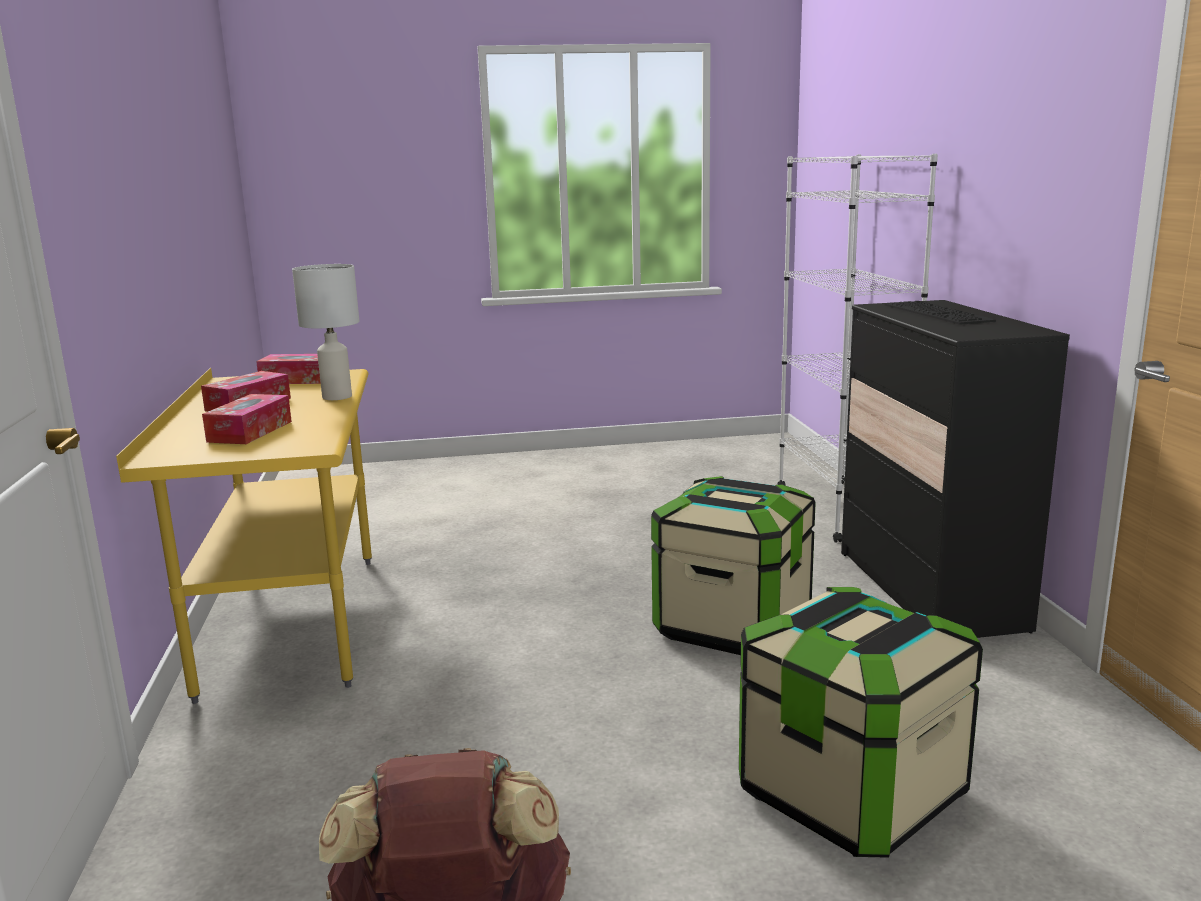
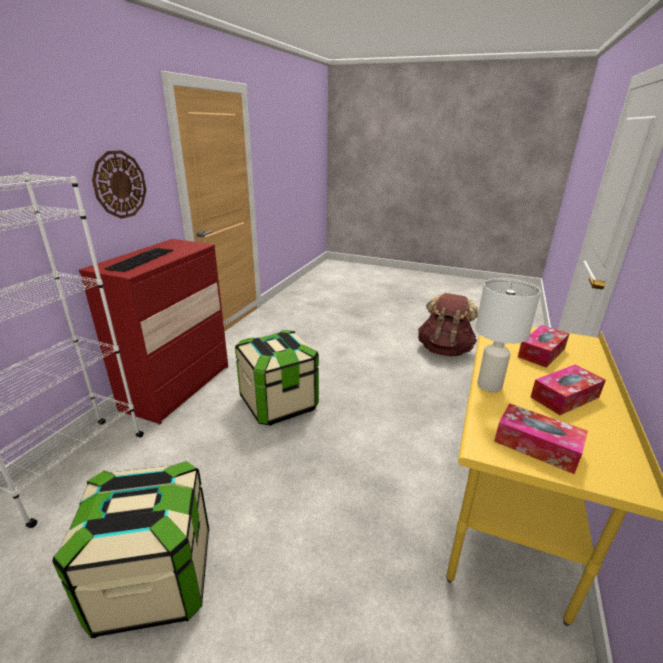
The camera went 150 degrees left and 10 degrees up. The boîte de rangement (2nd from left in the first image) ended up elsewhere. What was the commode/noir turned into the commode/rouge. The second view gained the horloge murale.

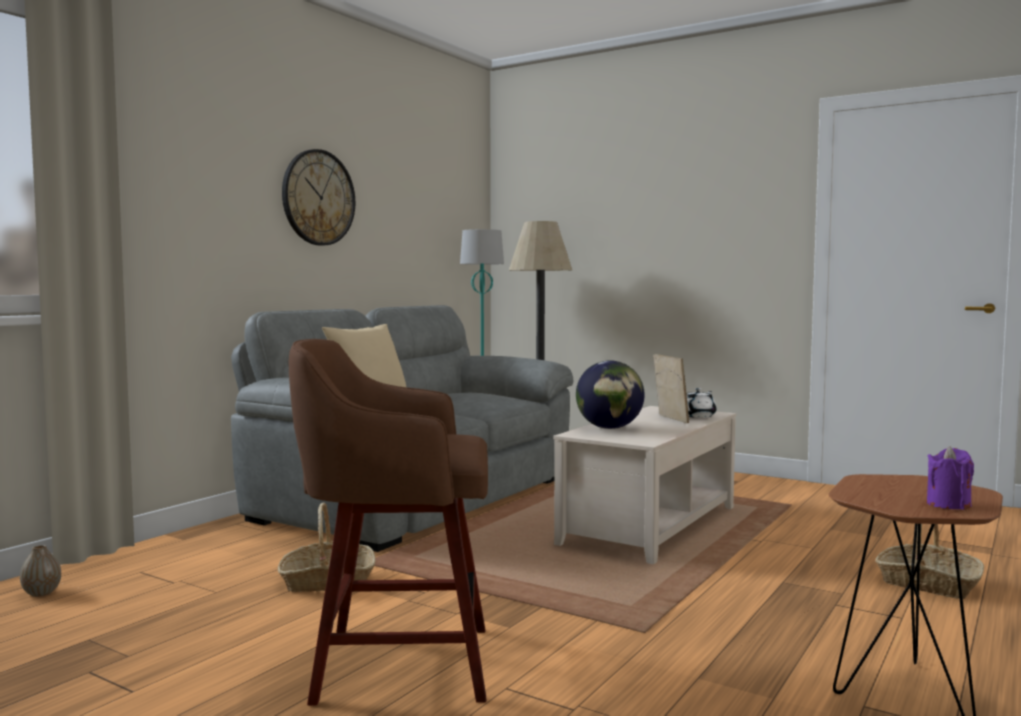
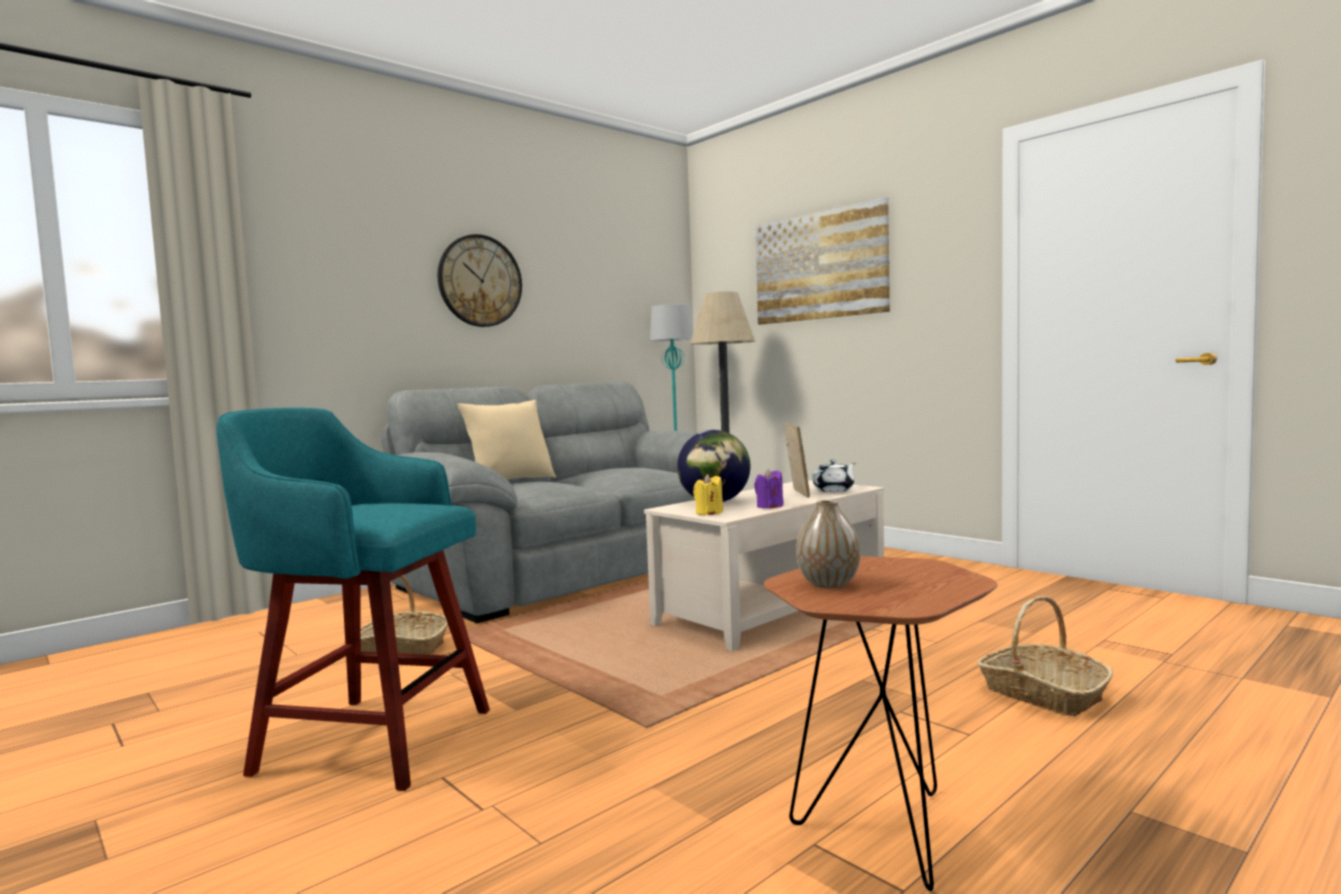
The camera went 15 degrees right and 0 degrees up. What was the tabouret/marron turned into the tabouret/turquoise. The second view gained the bougie/jaune. The bougie/violet ended up elsewhere. The second view gained the tableau. The vase ended up elsewhere.

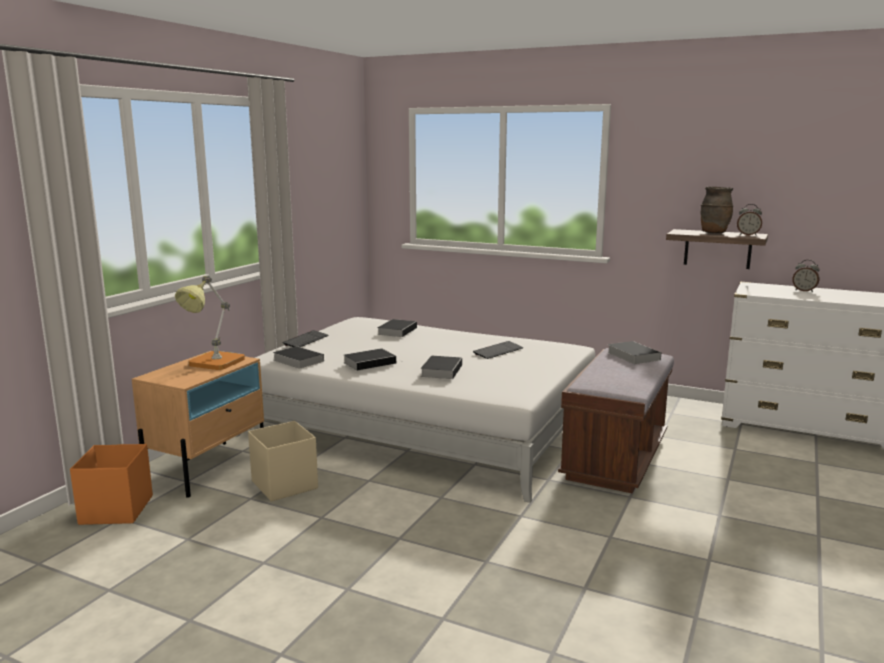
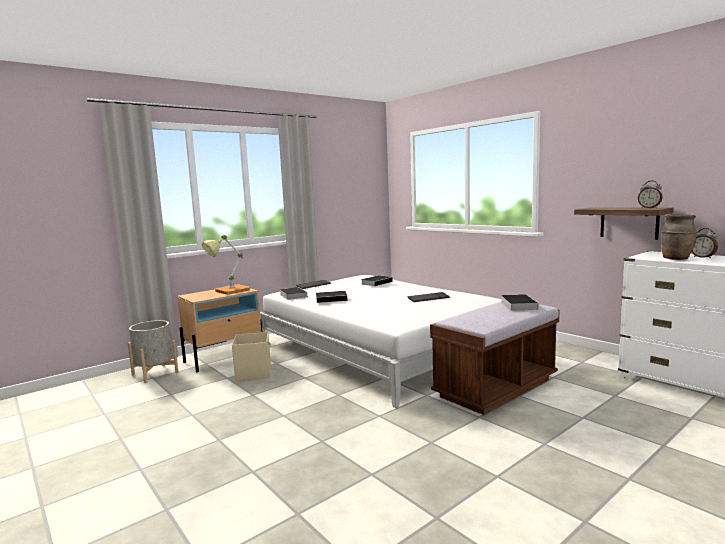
The camera went 25 degrees right and 5 degrees down. Where the boîte de rangement/orange stood, the cache-pot/gris came to stand. The vase/marron ended up elsewhere. The second view lost the livre (4th from left).

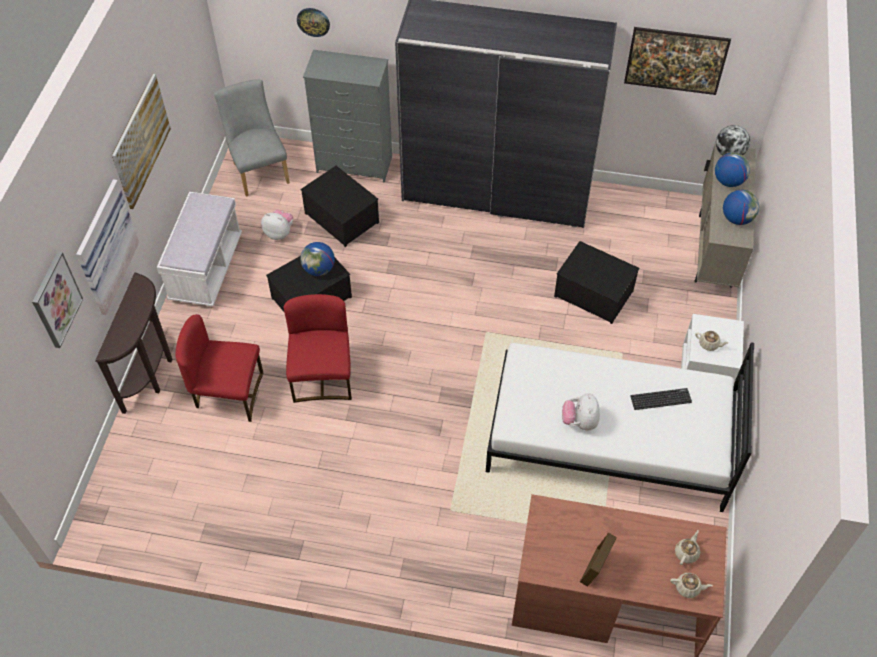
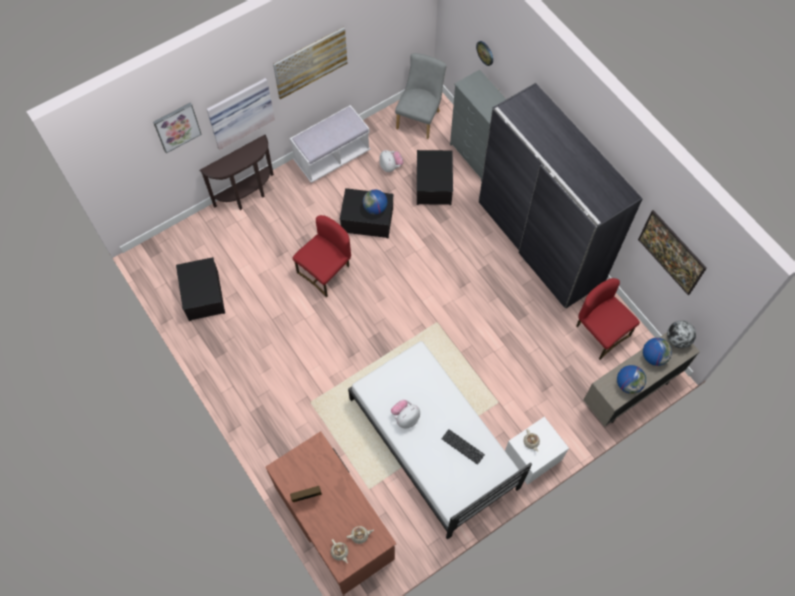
The camera went 45 degrees right and 10 degrees up. The boîte de rangement (3rd from left in the first image) ended up elsewhere. The chaise/rouge (1st from left in the first image) ended up elsewhere.

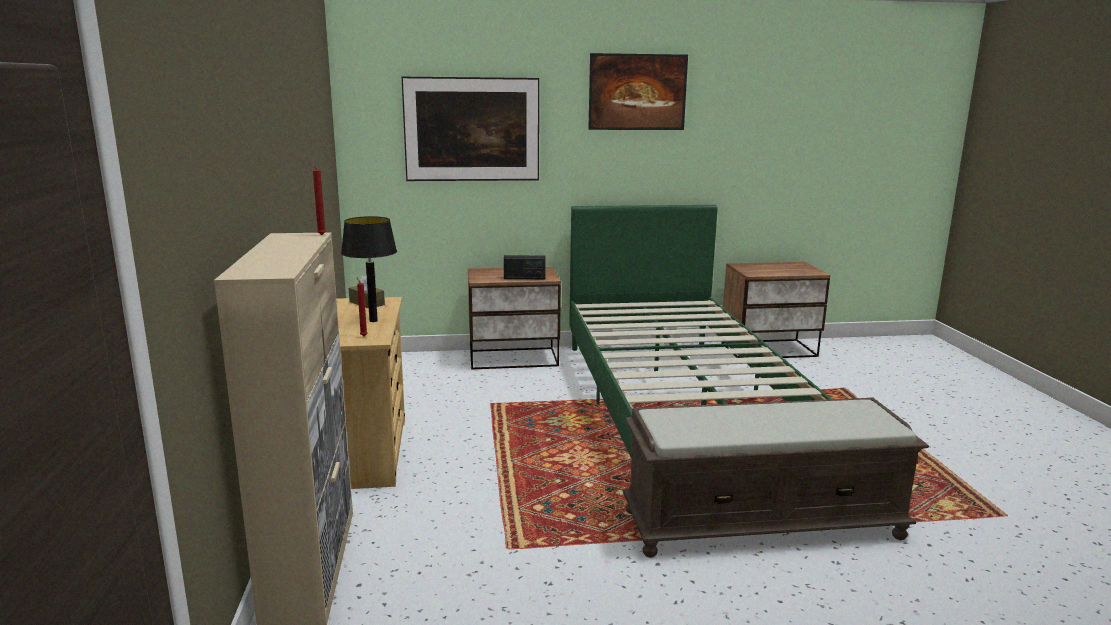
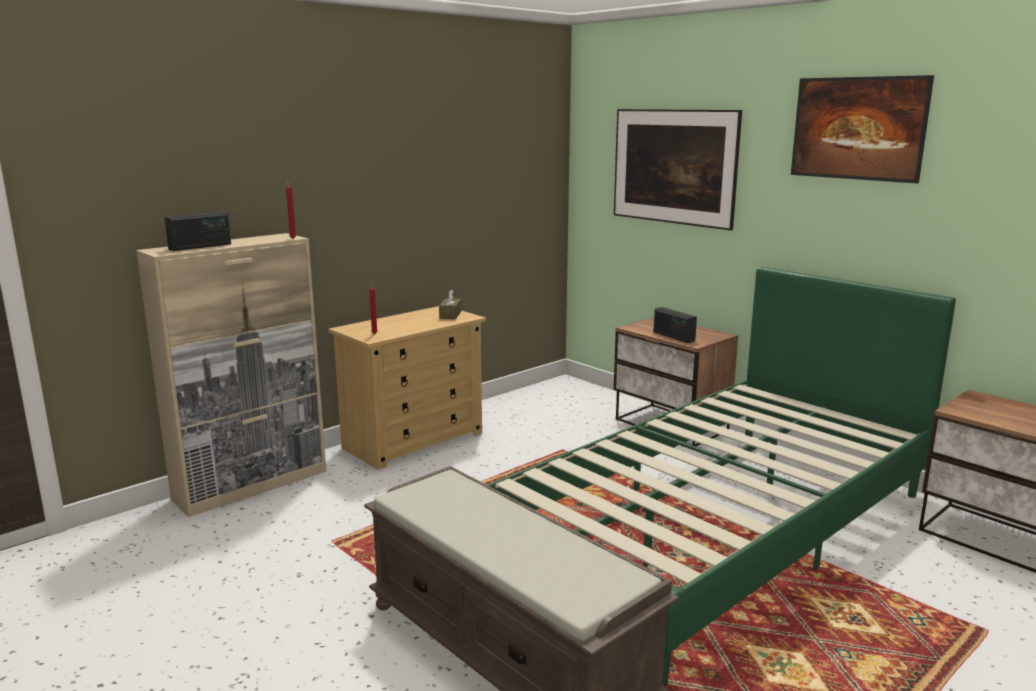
The camera went 55 degrees right and 0 degrees up. The second view gained the radio (1st from left). The second view lost the lampe de table/noir.

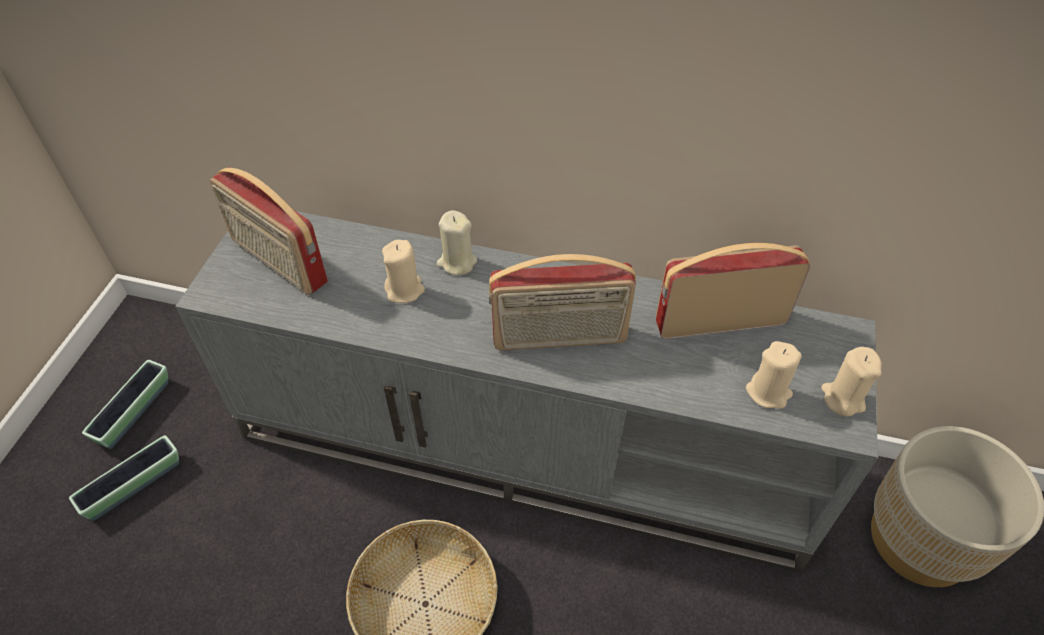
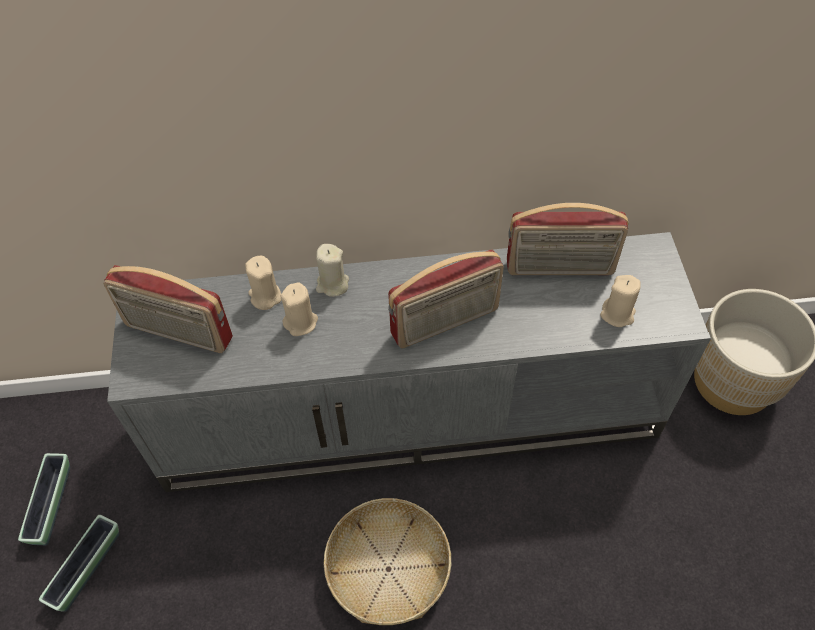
The camera went 20 degrees left and 5 degrees up. The bougie/beige (4th from left in the first image) ended up elsewhere. The radio (3rd from left) ended up facing another way, 150 degrees counterclockwise from before.

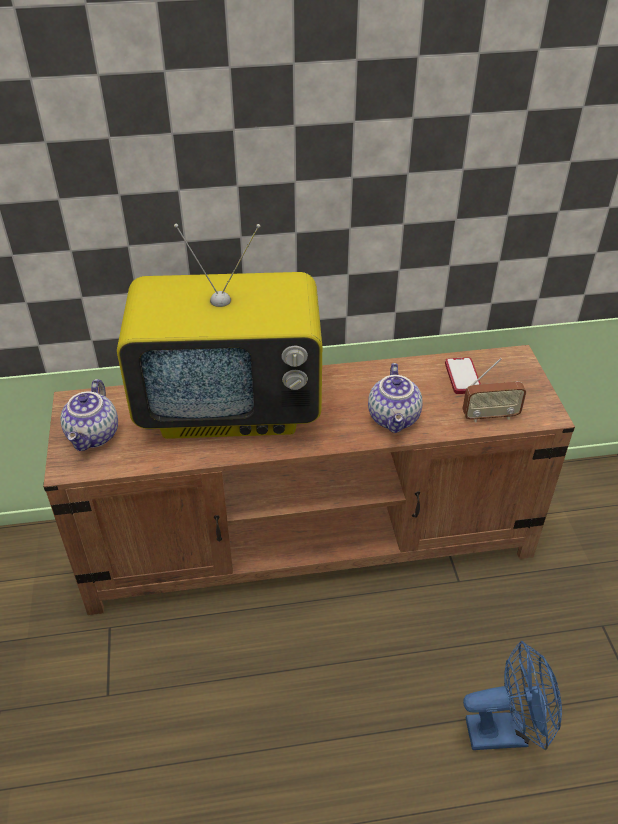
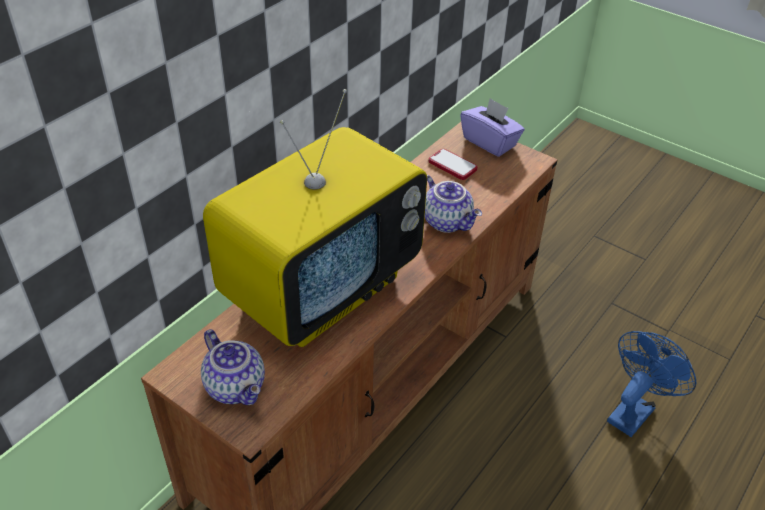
The camera went 45 degrees left and 0 degrees up. The second view gained the boîte à mouchoirs/violet. The second view lost the radio.

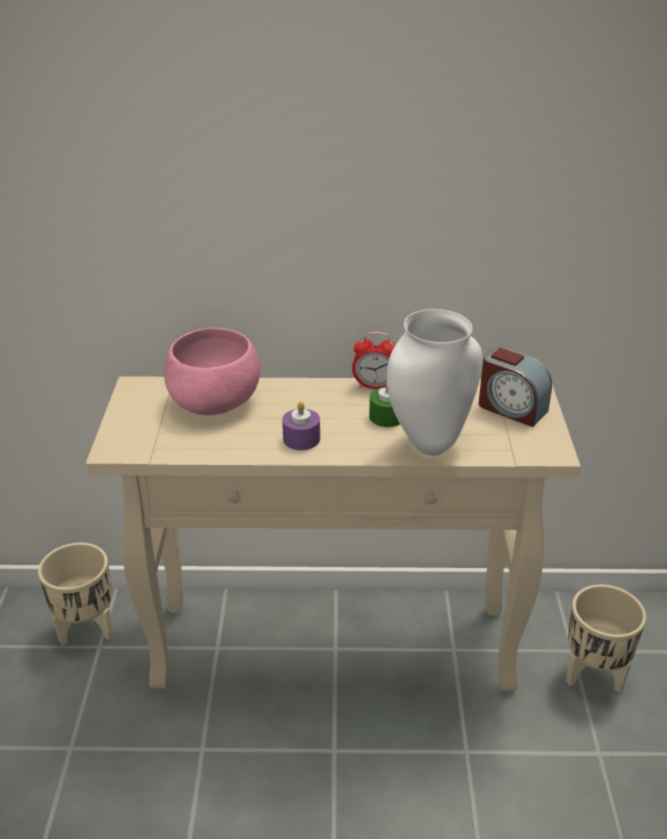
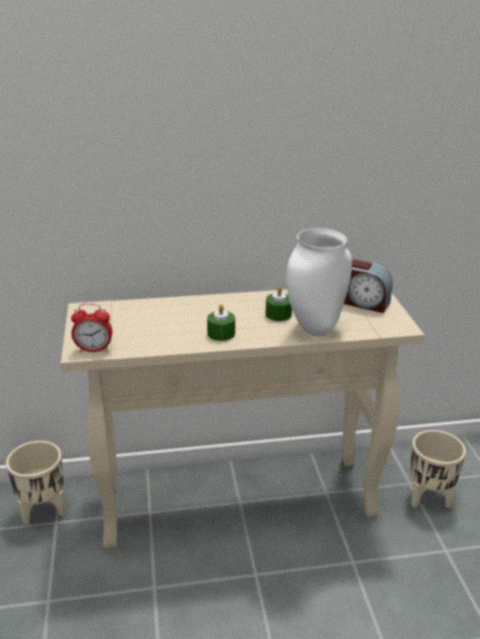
The camera went 10 degrees left and 5 degrees down. The réveil (1st from left) ended up elsewhere. What was the bougie/violet turned into the bougie/vert (1st from left). The second view lost the bol/rose.

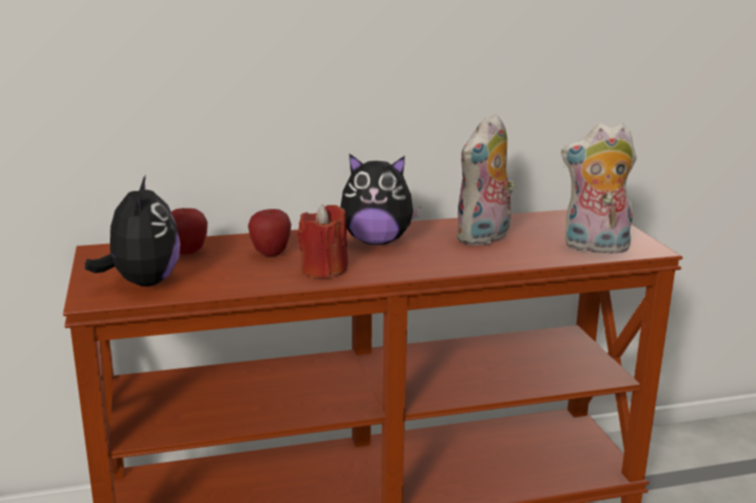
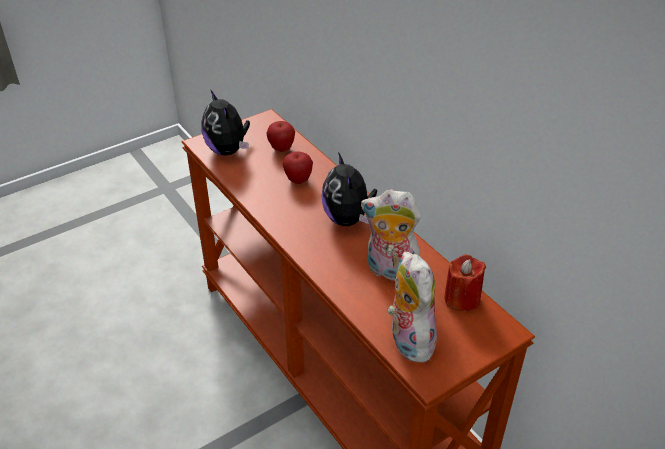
The camera went 70 degrees right and 20 degrees up. The peluche (1st from left) ended up facing another way, 90 degrees clockwise from before. The bougie/rouge ended up elsewhere.

